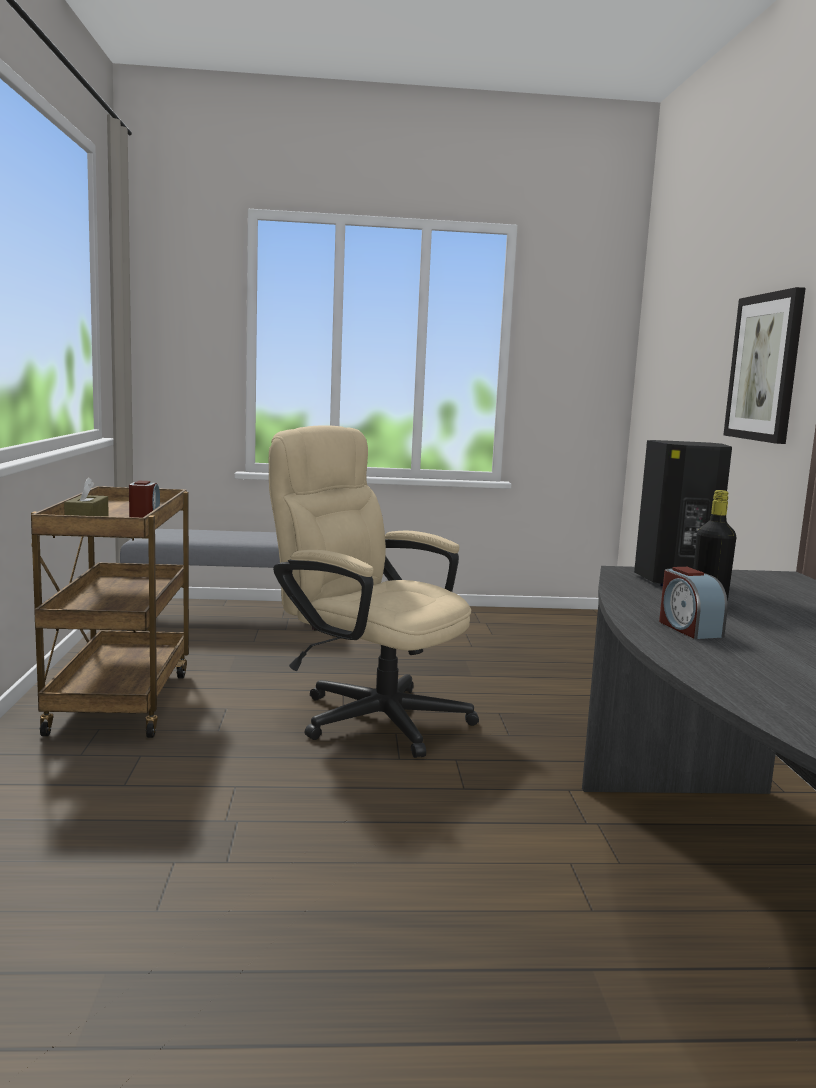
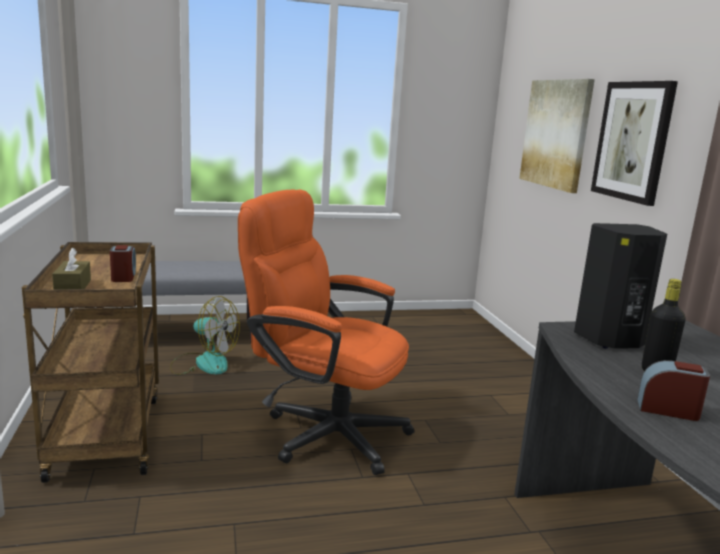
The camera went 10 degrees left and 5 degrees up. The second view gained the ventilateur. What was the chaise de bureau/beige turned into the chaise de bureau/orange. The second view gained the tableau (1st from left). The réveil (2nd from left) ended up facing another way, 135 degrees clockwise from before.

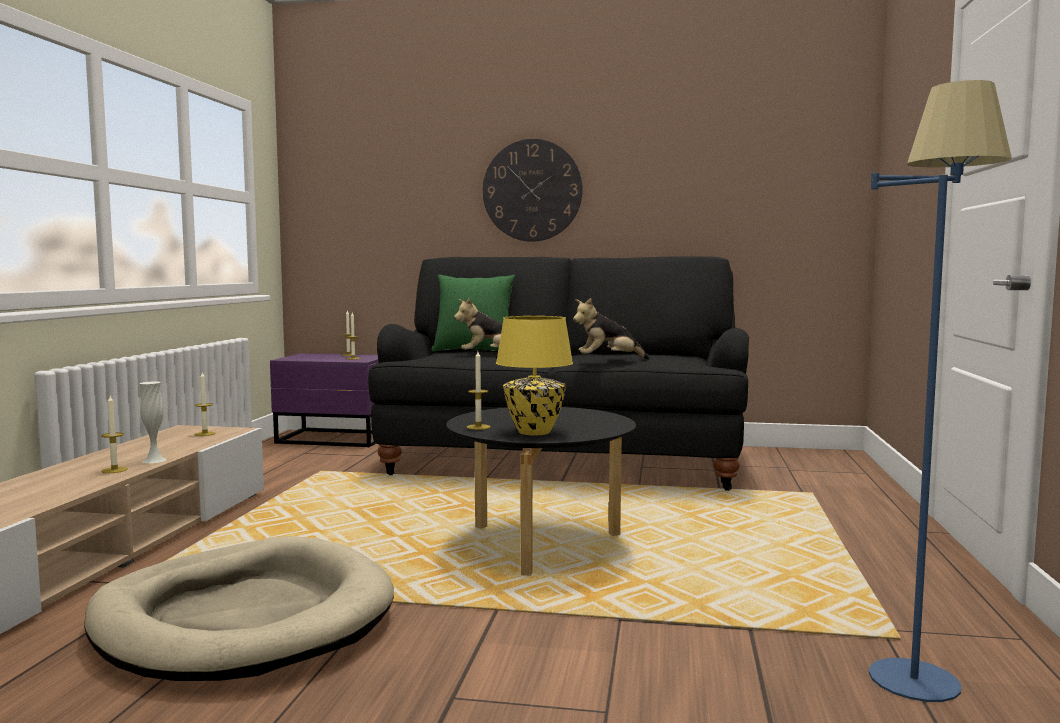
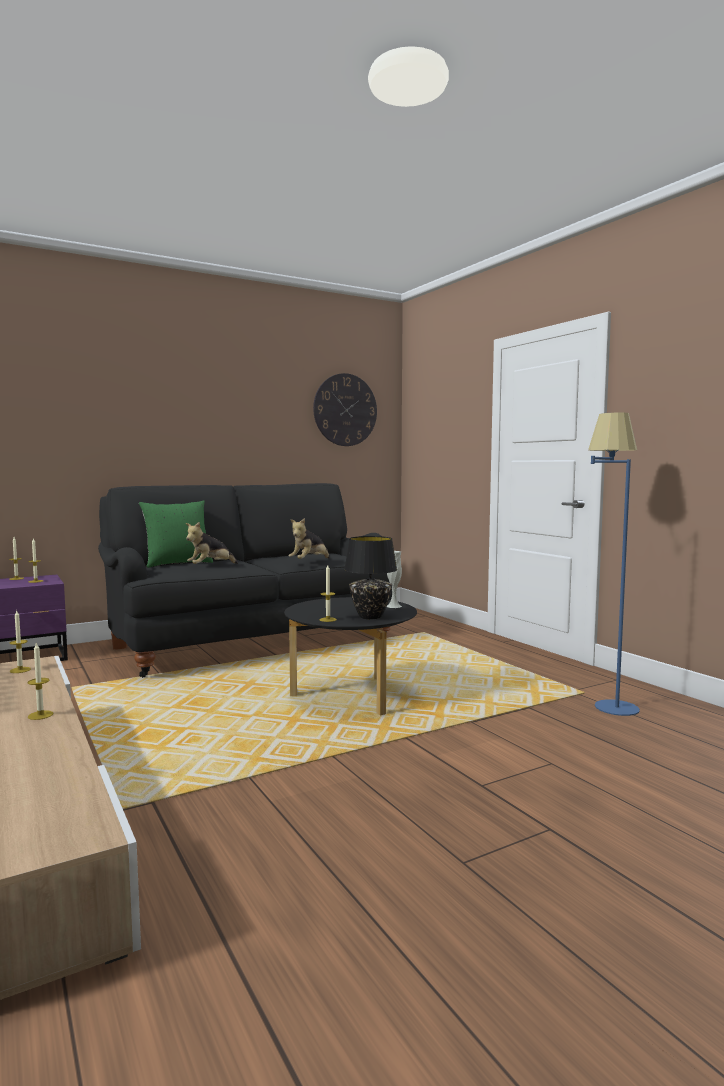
The camera went 40 degrees left and 0 degrees up. The horloge murale ended up elsewhere. What was the lampe de table/jaune turned into the lampe de table/noir. The vase/blanc ended up elsewhere. The second view lost the panier pour chien/beige.

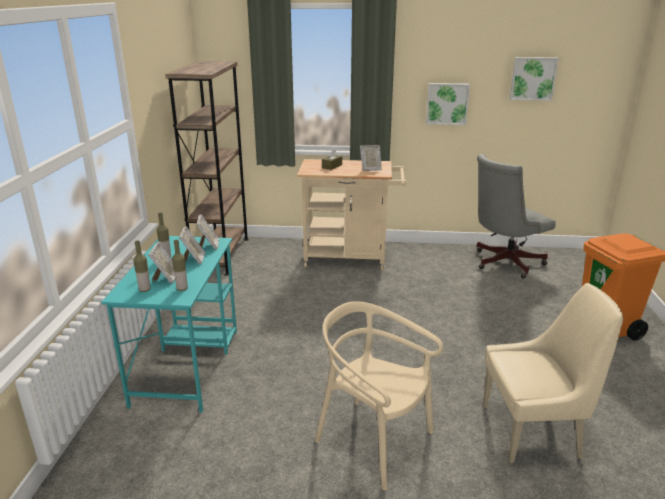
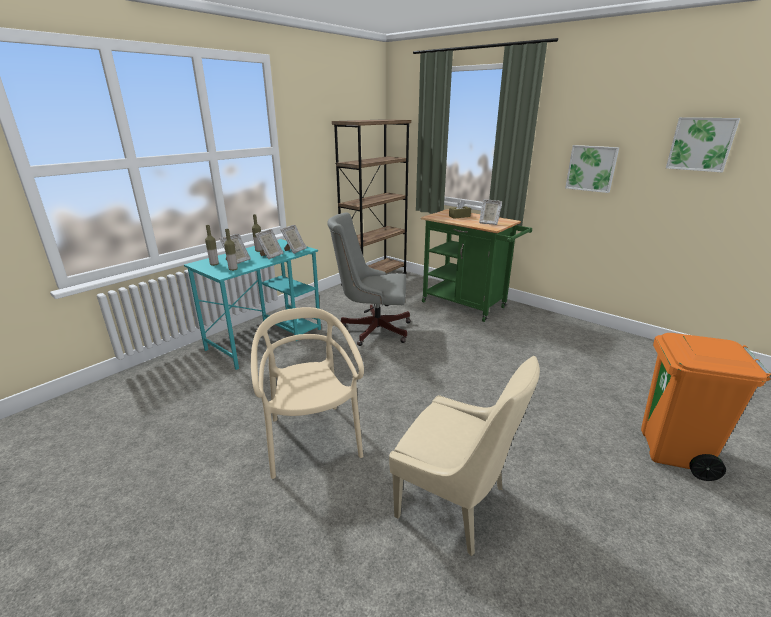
The camera went 35 degrees right and 0 degrees up. The chaise de bureau/gris ended up elsewhere. What was the chariot/beige turned into the chariot/vert.

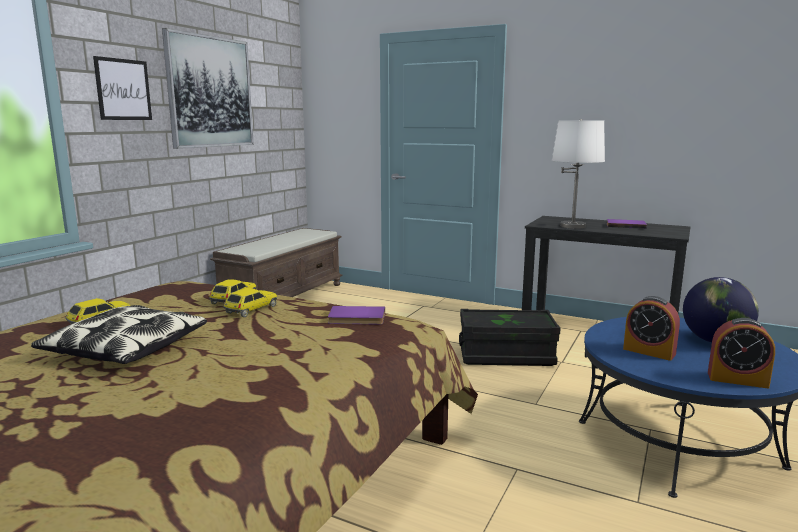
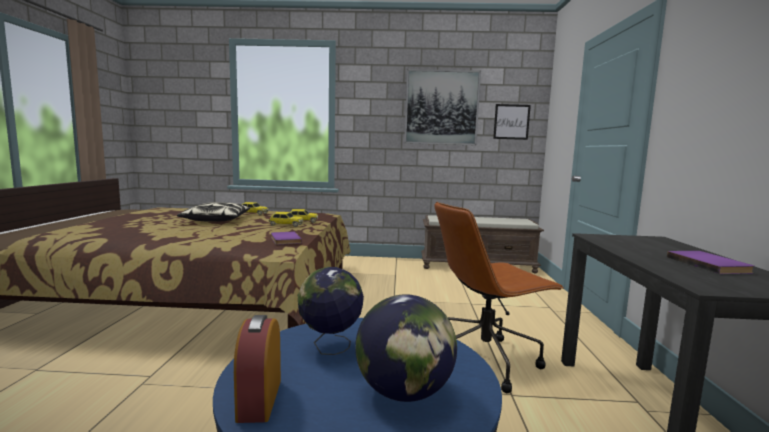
The camera went 65 degrees right and 5 degrees down. Where the réveil (1st from left) stood, the globe (1st from left) came to stand. Where the boîte de rangement/noir stood, the chaise de bureau/marron came to stand. The tableau (1st from left in the first image) ended up elsewhere. The second view lost the lampe de table/blanc.

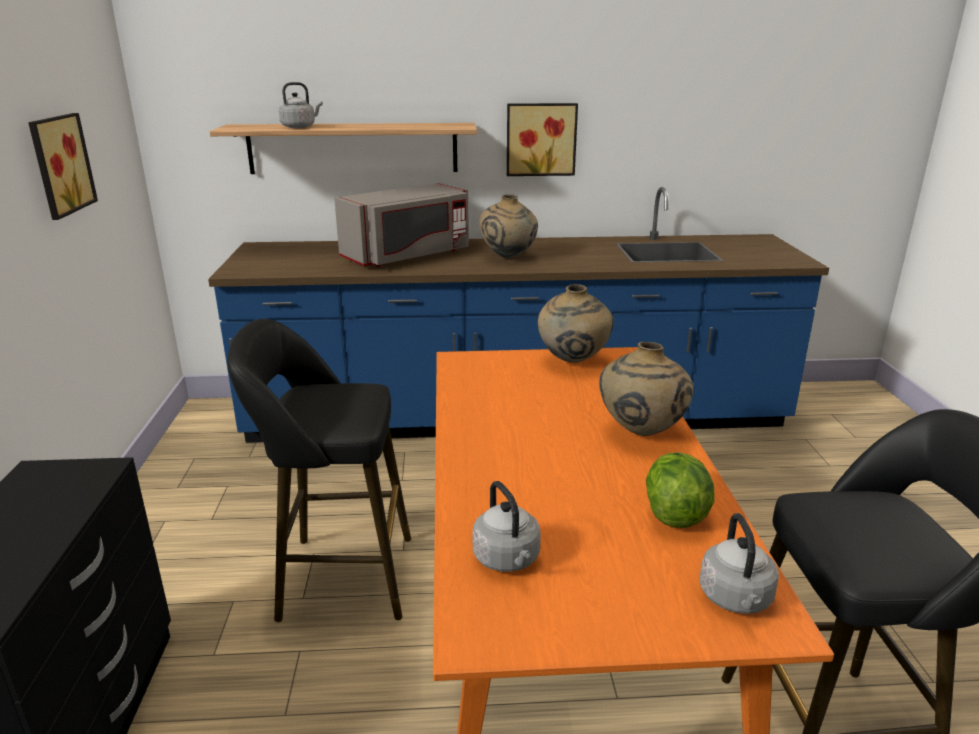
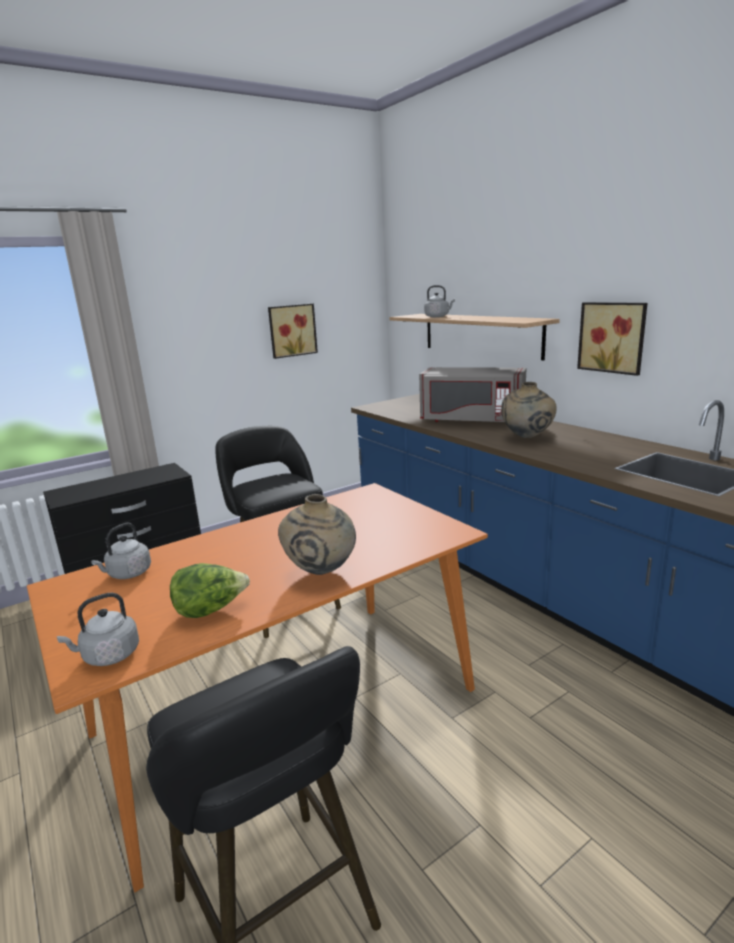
The camera went 60 degrees right and 5 degrees down. The second view lost the vase/beige (2nd from left).

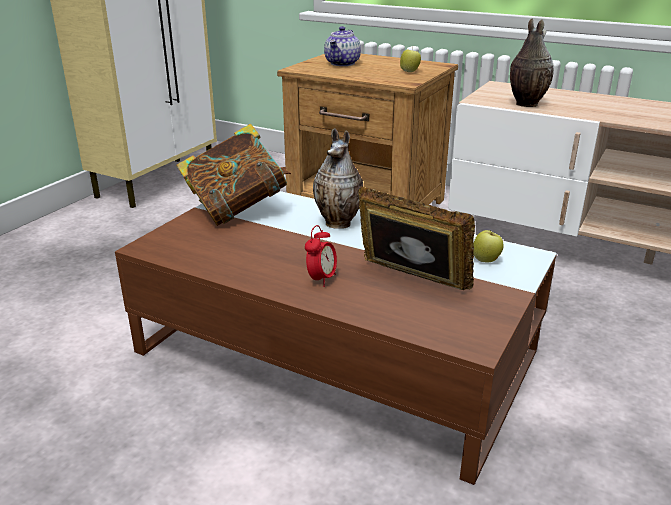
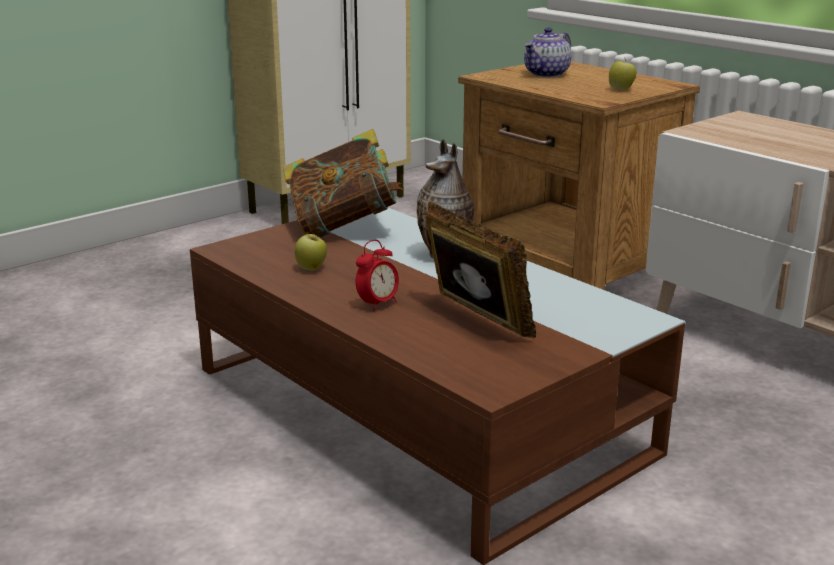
The camera went 20 degrees right and 5 degrees down. The pomme (2nd from left in the first image) ended up elsewhere. The second view lost the vase (2nd from left).

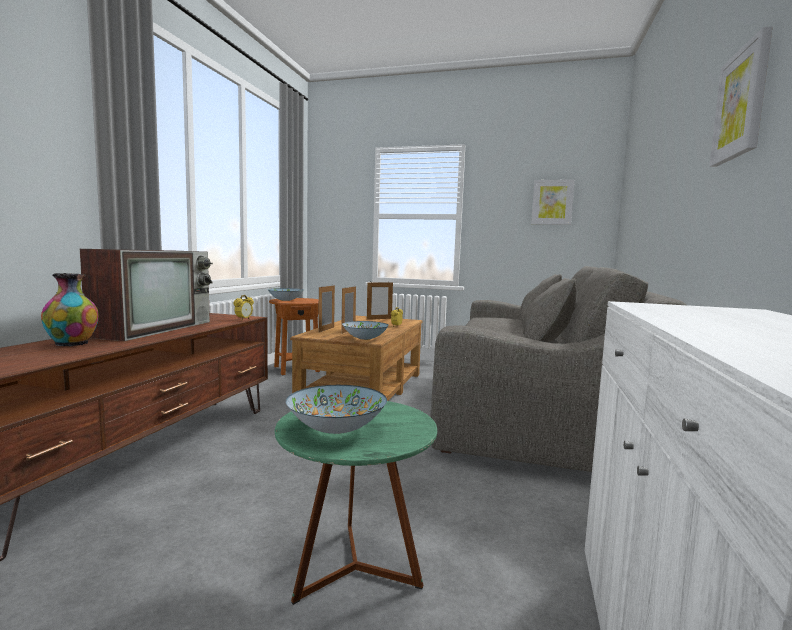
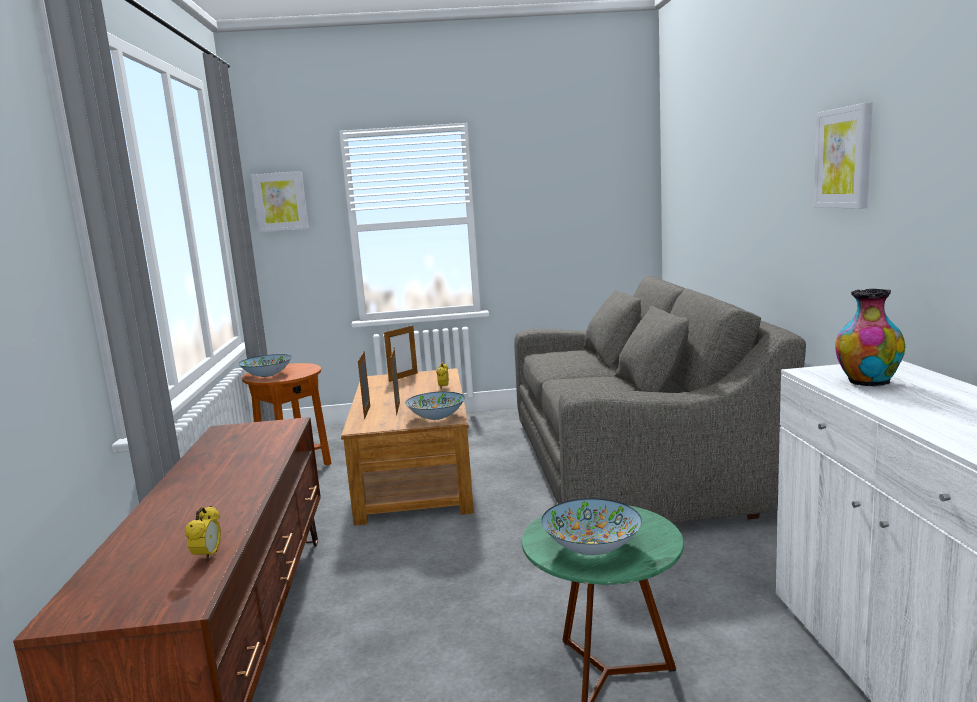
The camera went 20 degrees left and 5 degrees up. The réveil (1st from left) ended up elsewhere. The tableau (1st from left) ended up elsewhere. The vase ended up elsewhere. The second view lost the téléviseur.

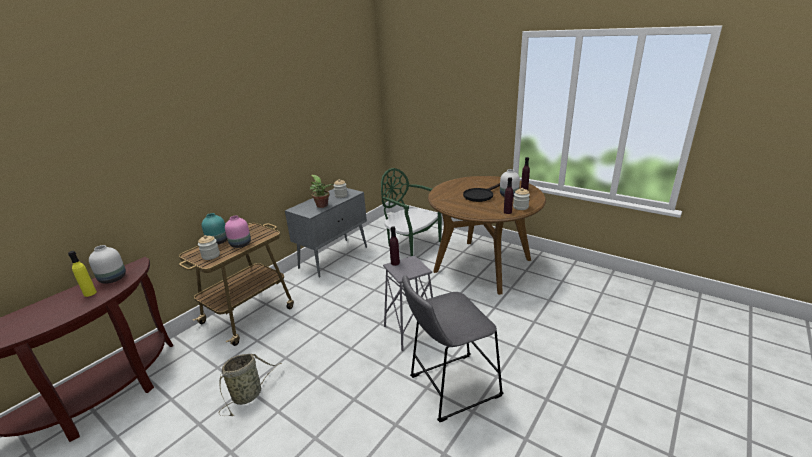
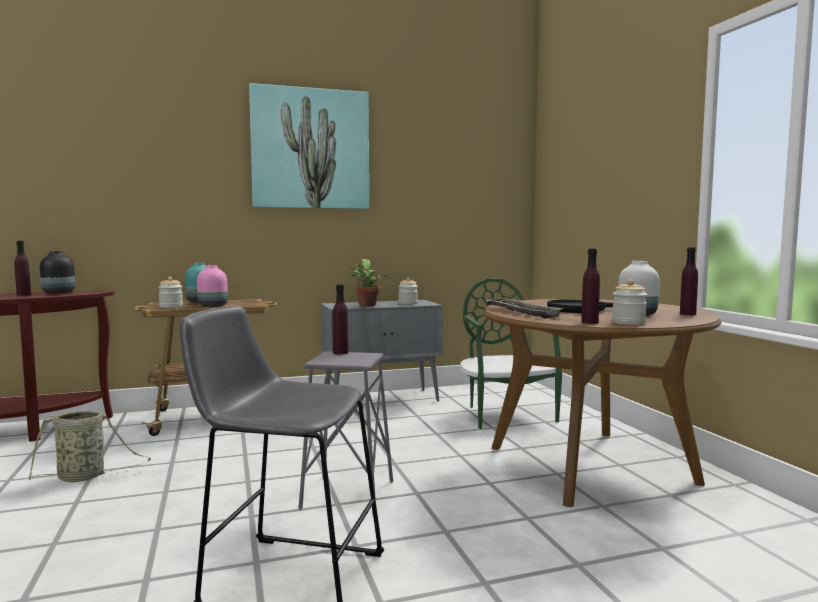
The camera went 35 degrees right and 20 degrees down. What was the bouteille/jaune turned into the bouteille/violet (1st from left). What was the vase/blanc (1st from left) turned into the vase/noir. The second view gained the tableau. The second view gained the plateau.

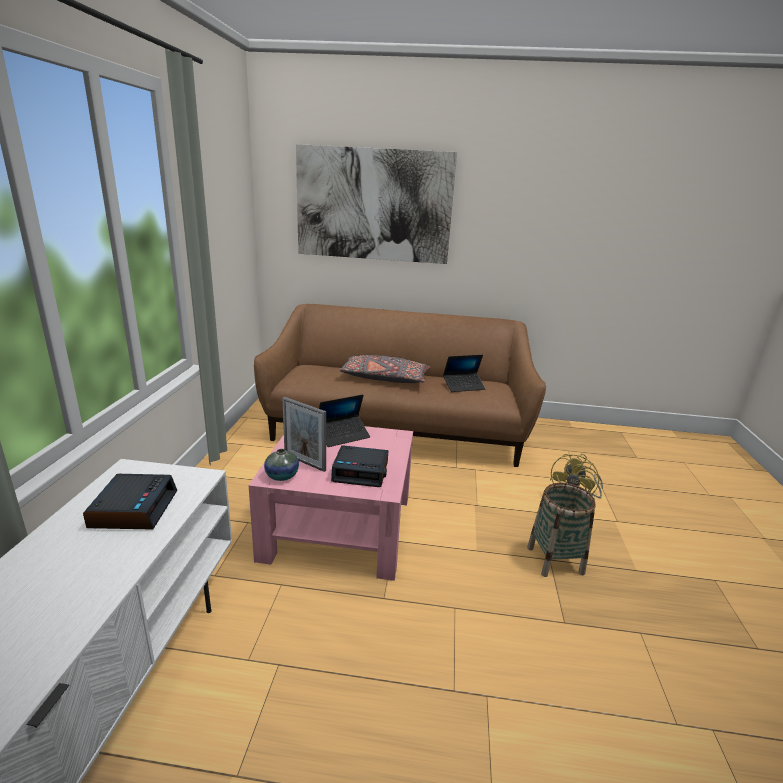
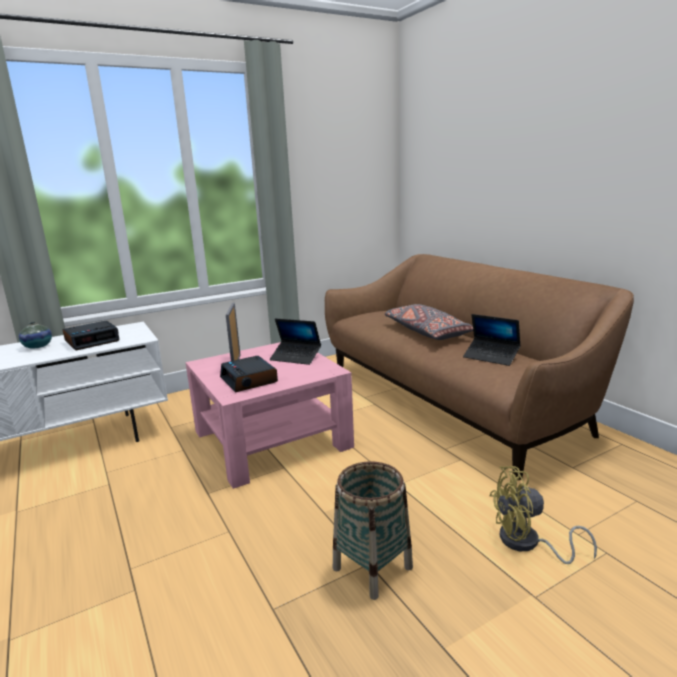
The camera went 55 degrees right and 5 degrees down. The vase ended up elsewhere. The second view lost the tableau.

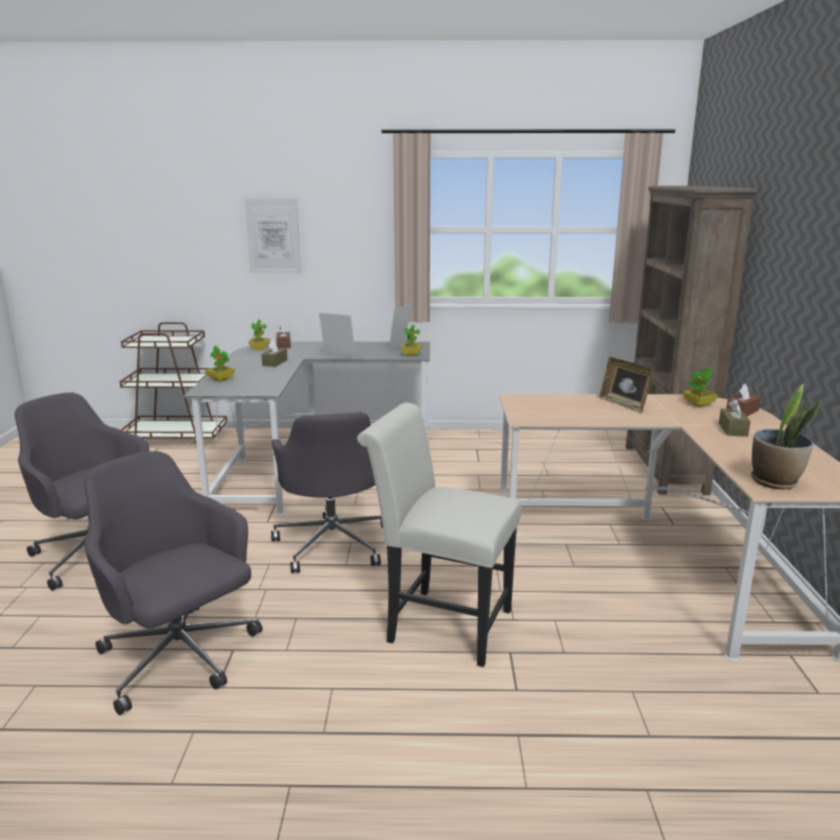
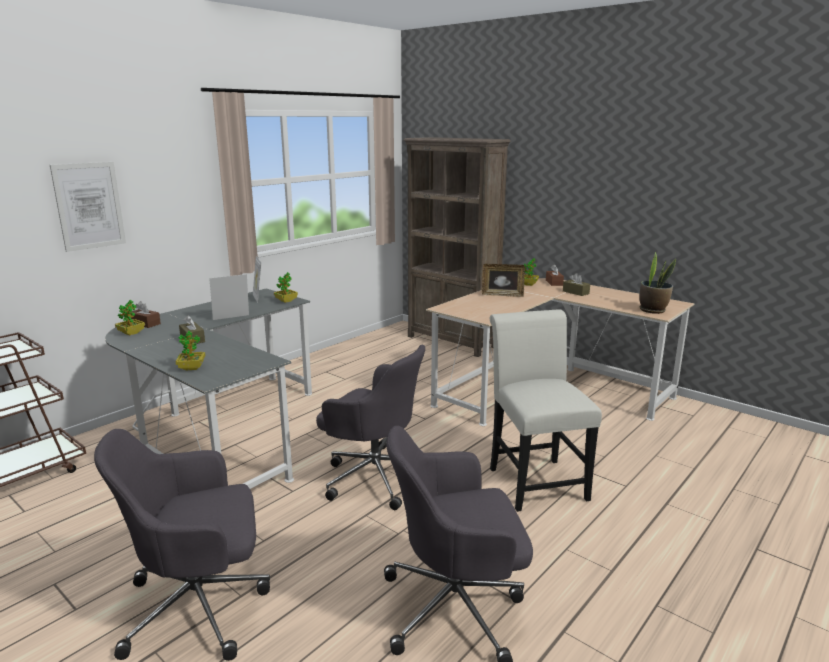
The camera went 50 degrees left and 0 degrees up. The chaise/blanc ended up facing another way, 105 degrees clockwise from before.

